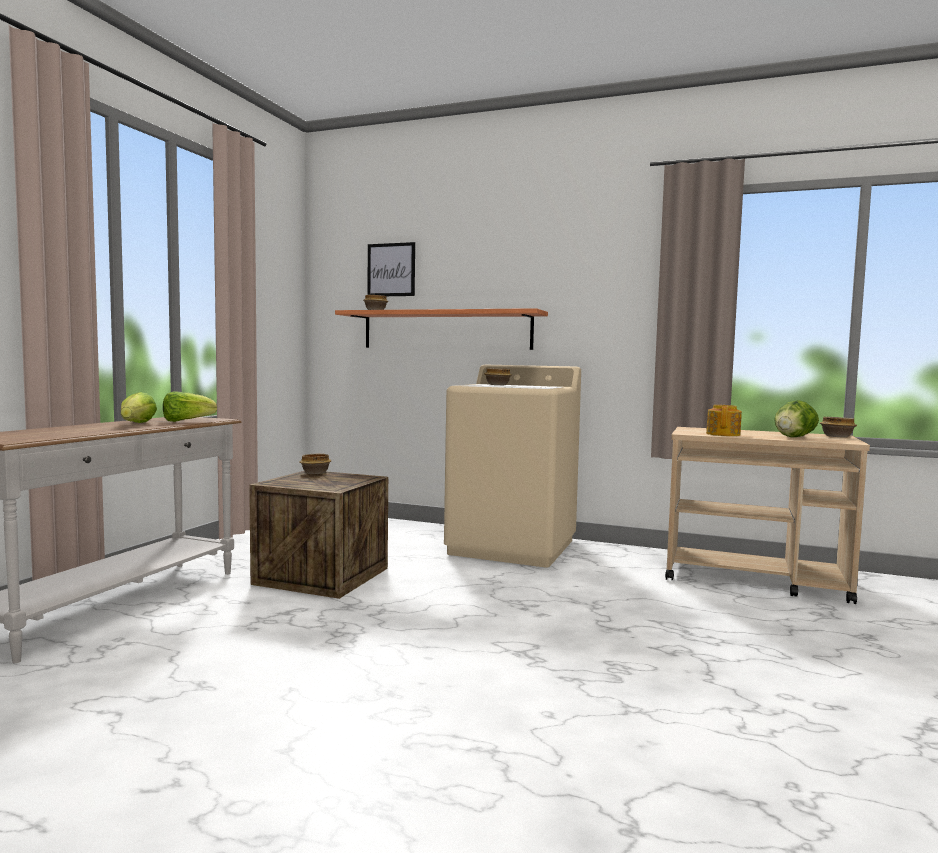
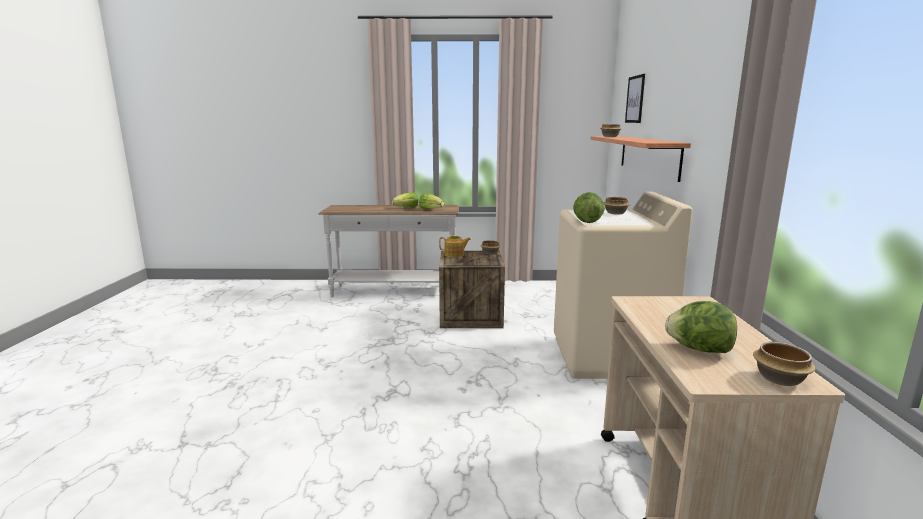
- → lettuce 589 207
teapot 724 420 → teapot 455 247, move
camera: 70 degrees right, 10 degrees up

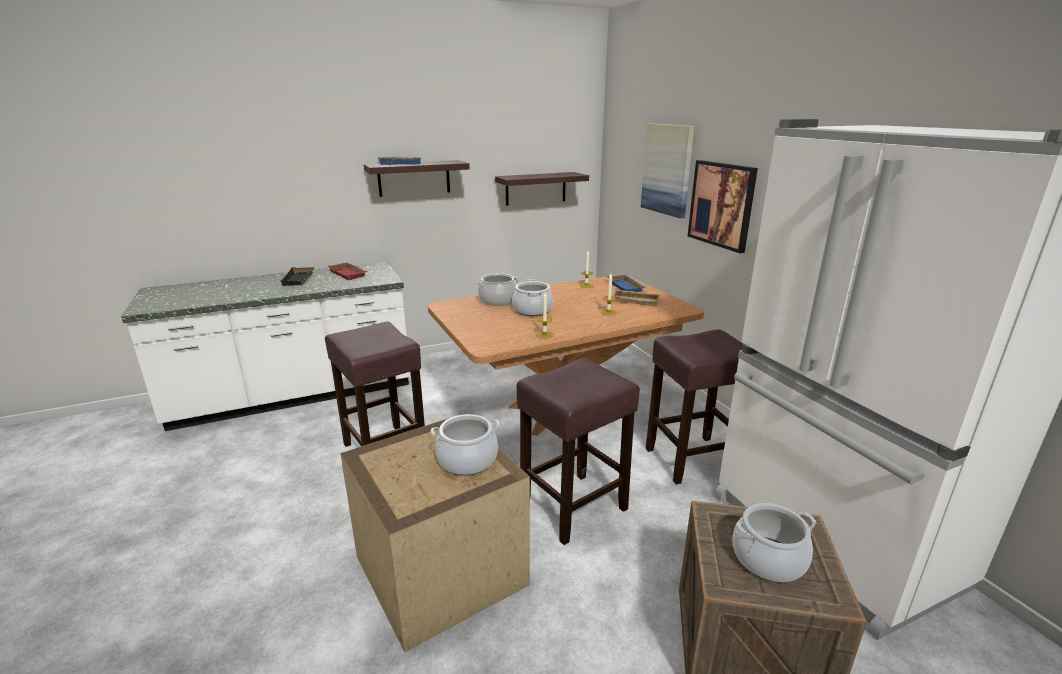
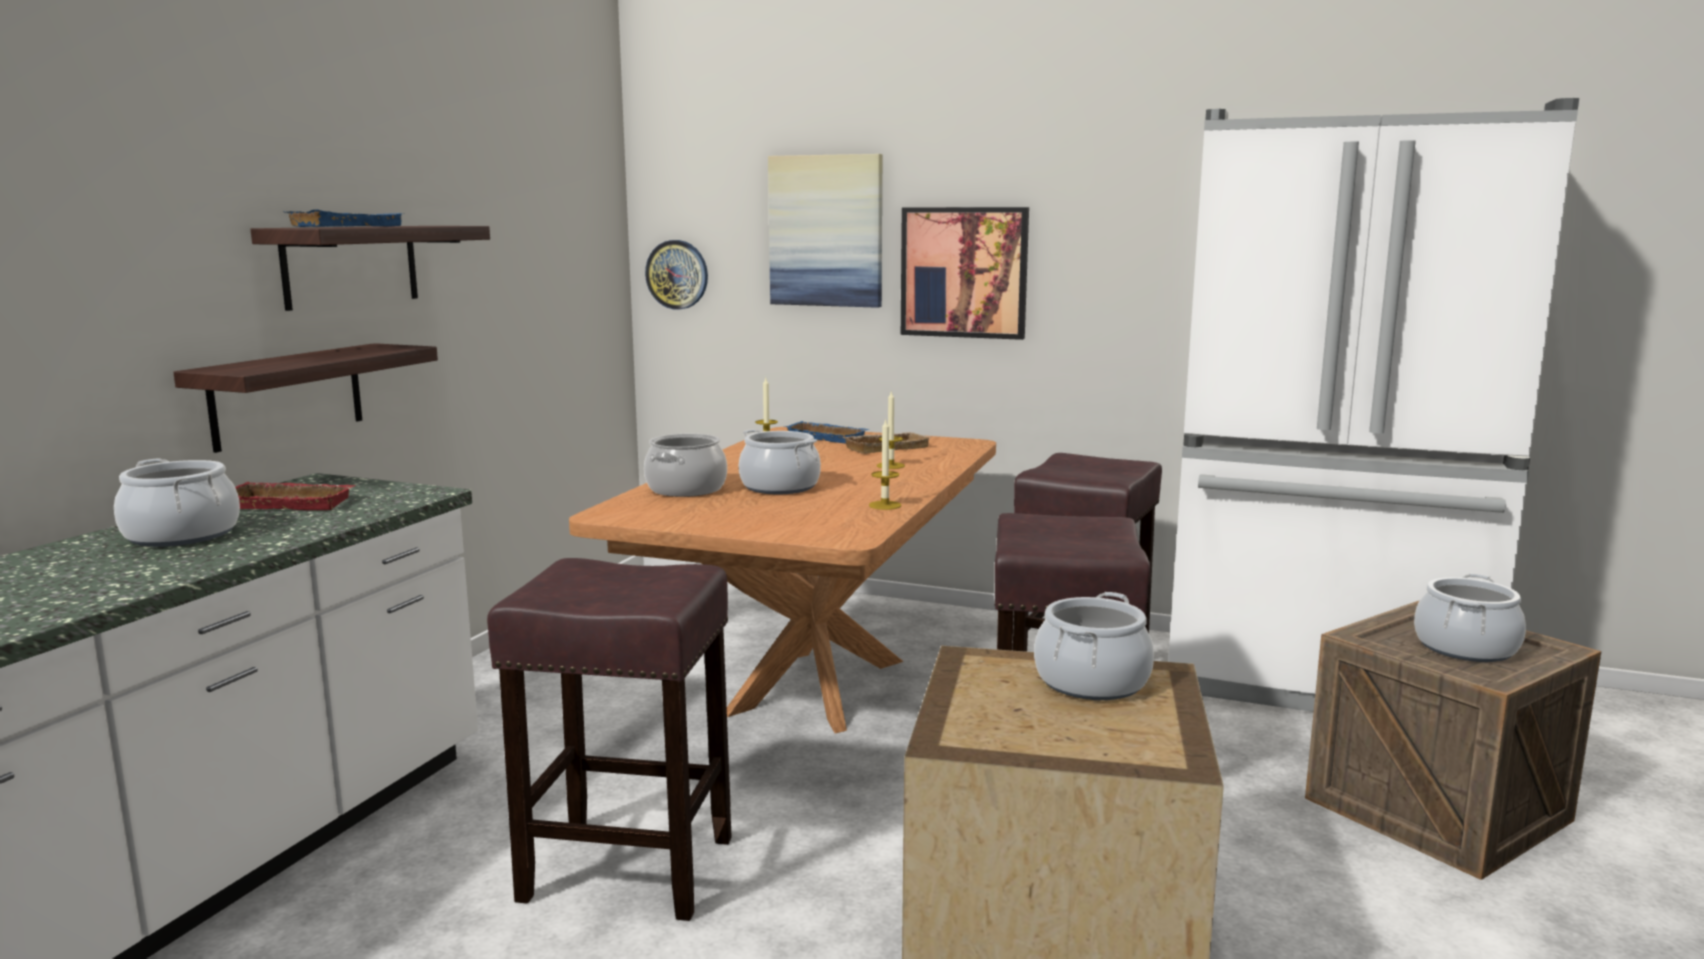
- → wall clock 676 275
shelf 542 189 → shelf 305 398, move
black tray 297 276 → cooking pot 177 502
camera: 45 degrees left, 10 degrees down

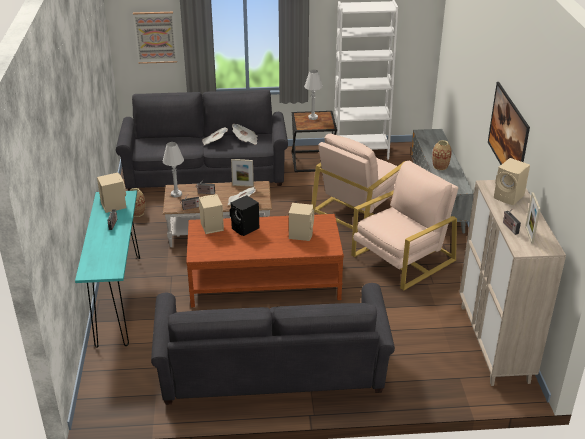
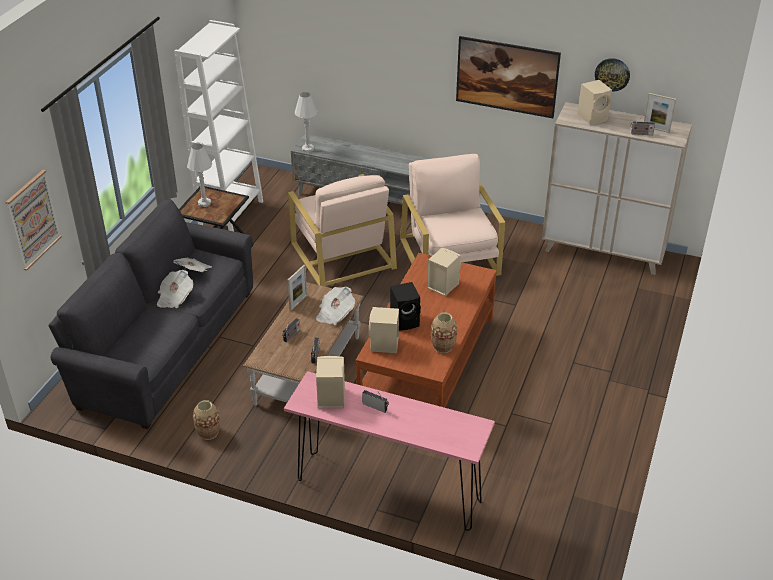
grey sofa 273 344 → -
- → wall clock 612 75
white table lamp 173 170 → white table lamp 306 122, move
vase 442 155 → vase 444 332, move
turquoise console table 107 269 → pink console table 389 451
camera: 65 degrees left, 5 degrees up

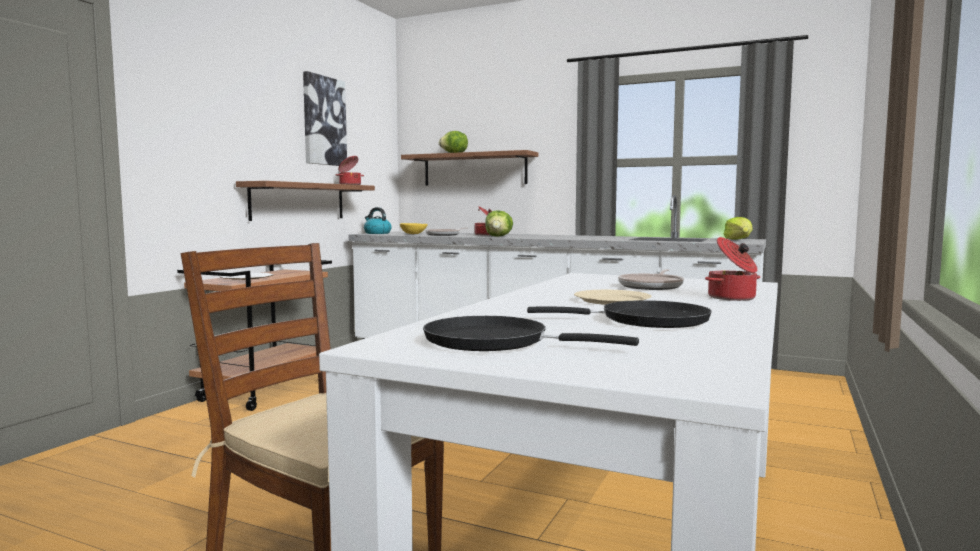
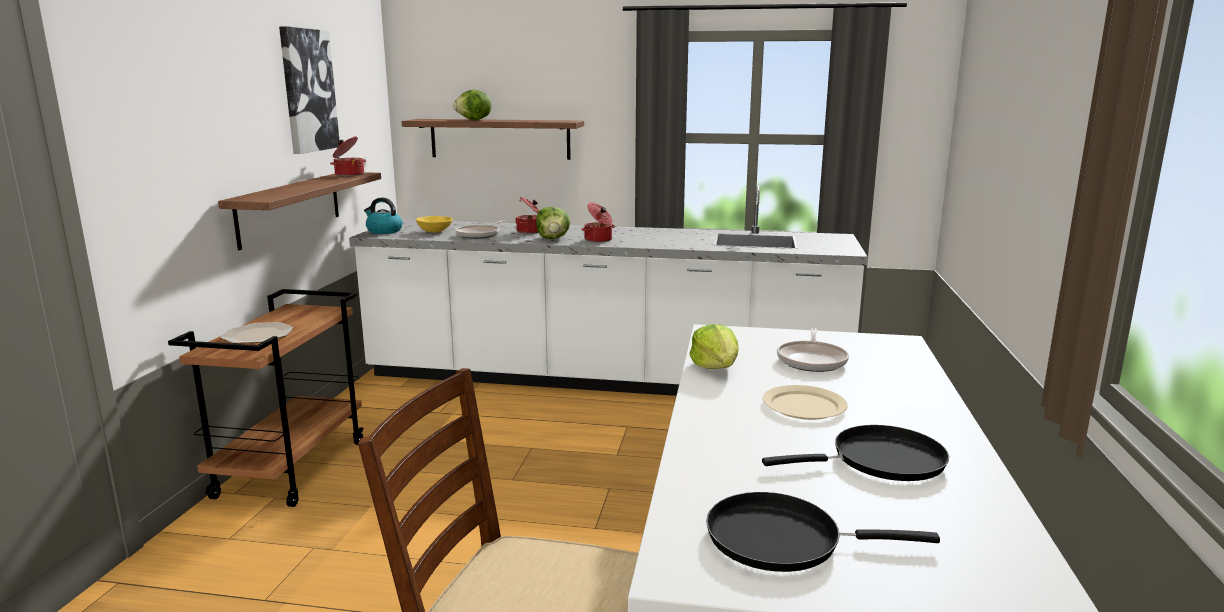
cooking pot 732 269 → cooking pot 598 222, move
lettuce 738 228 → lettuce 714 346, move
camera: 15 degrees left, 10 degrees up

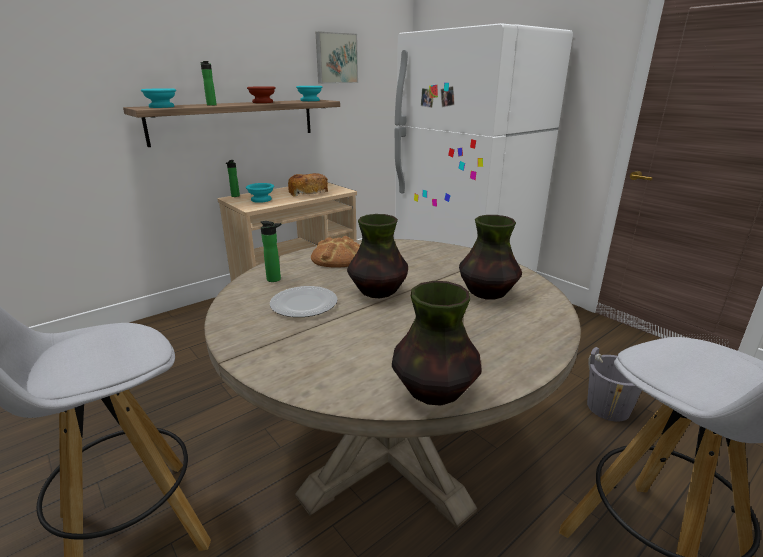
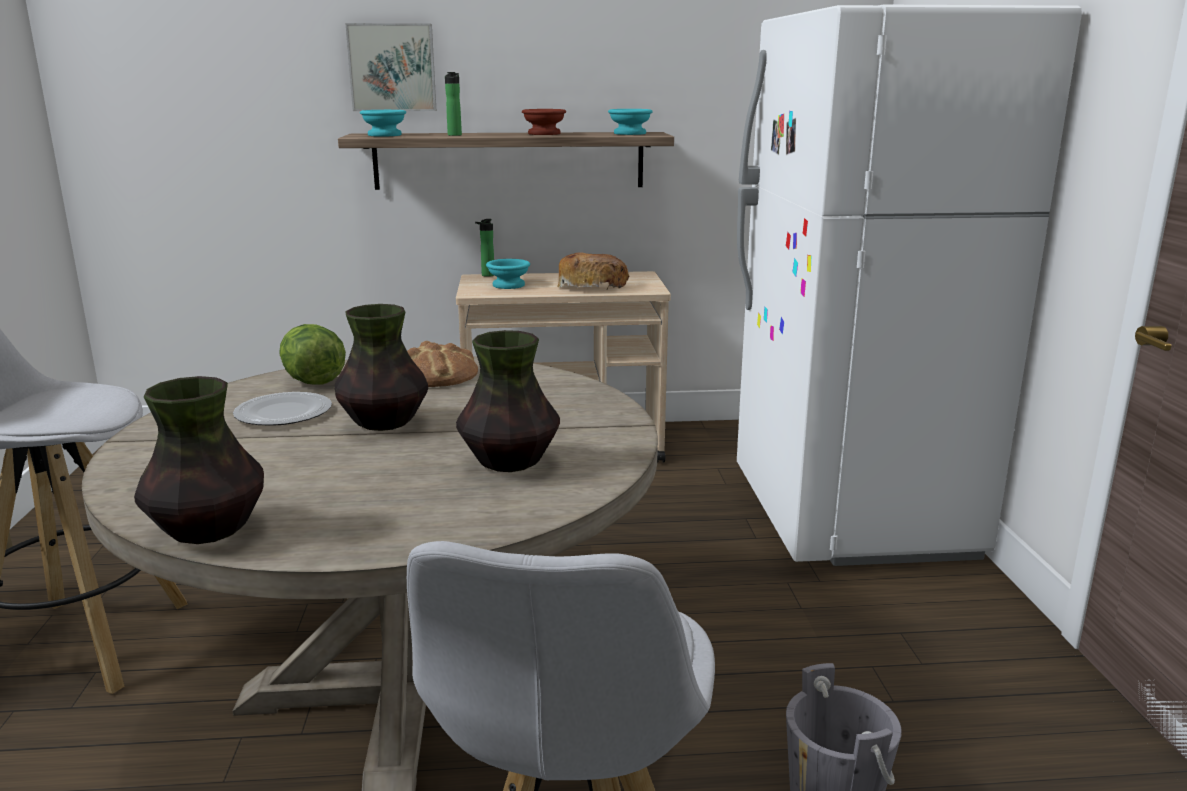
picture 337 57 → picture 391 67, move
bottle 271 251 → lettuce 312 354
camera: 35 degrees right, 5 degrees down

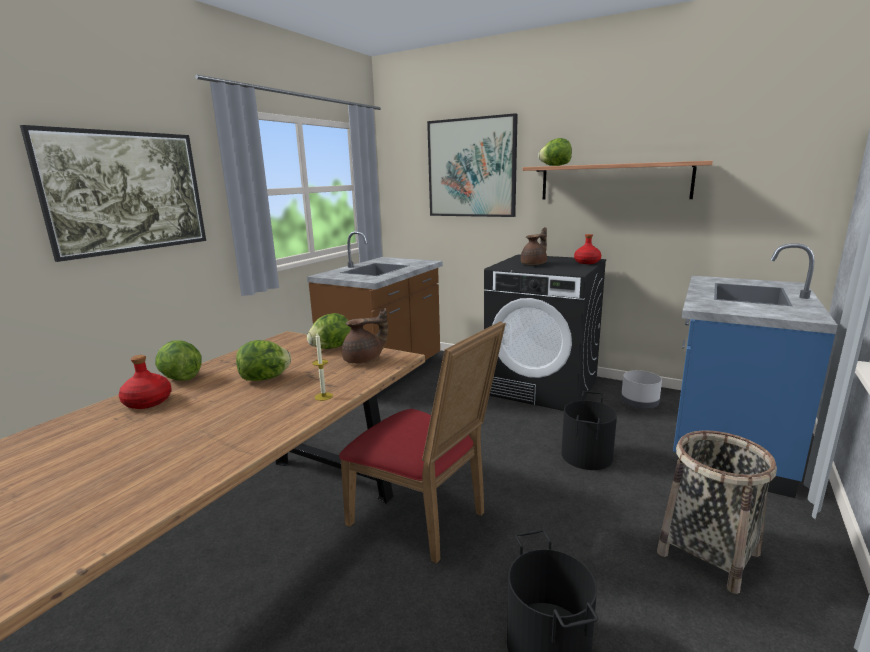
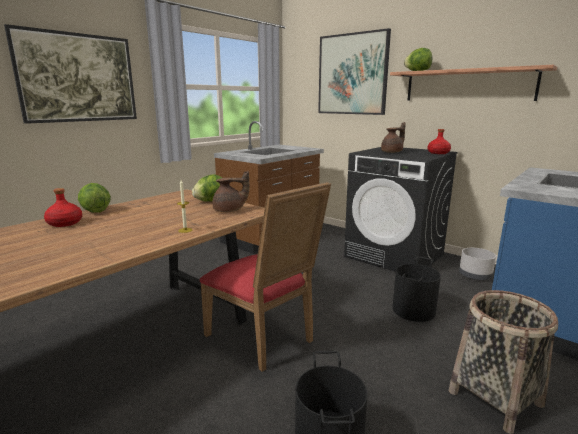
lettuce 263 360 → -
camera: 10 degrees right, 0 degrees up

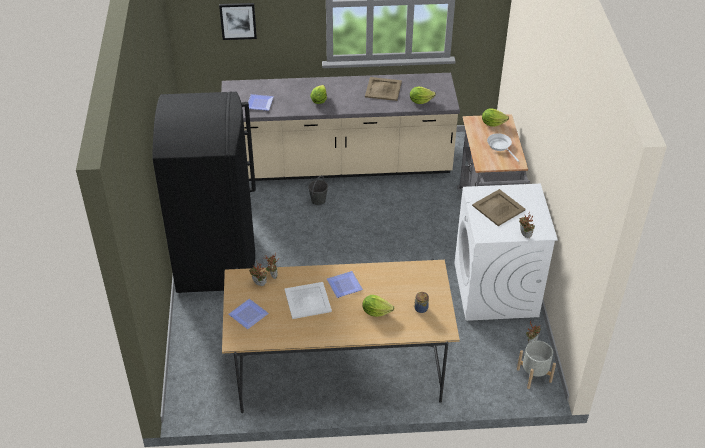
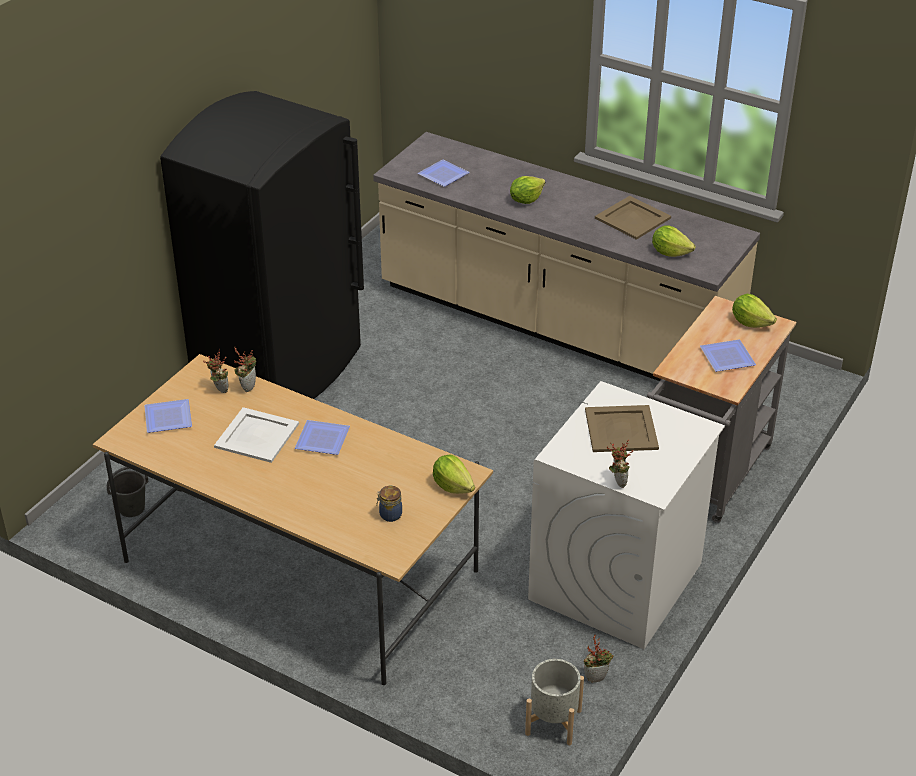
picture 238 21 → -
grey bucket 318 190 → grey bucket 127 492, move
lettuce 378 306 → lettuce 454 474, move
white frying pan 503 147 → plate 728 355
camera: 35 degrees right, 5 degrees down

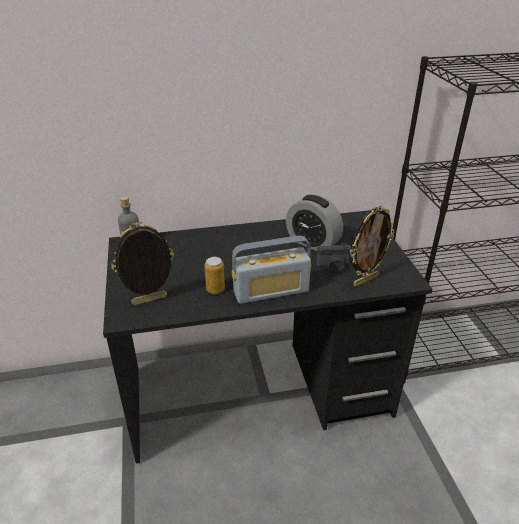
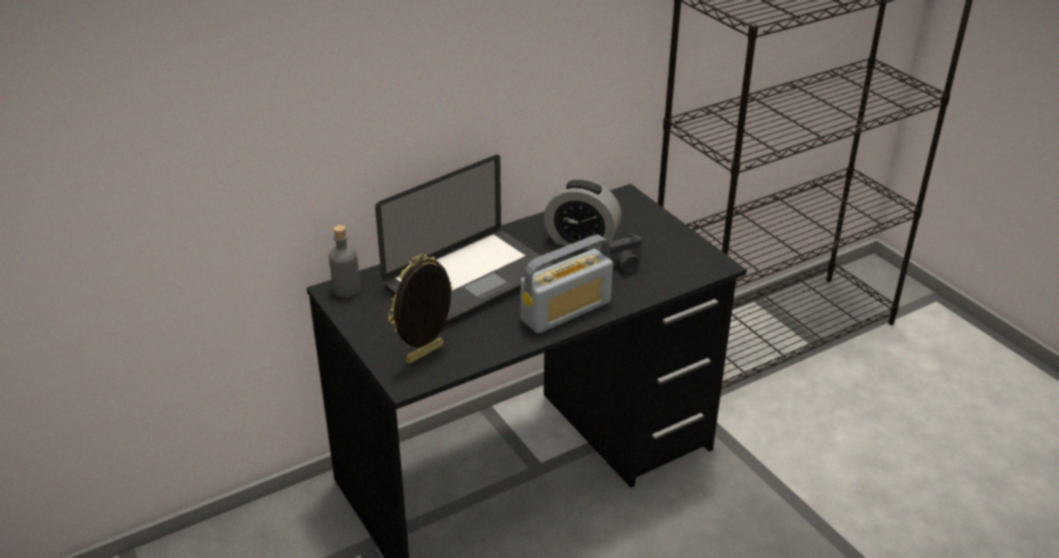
can 214 275 → -
picture frame 372 246 → -
- → laptop 464 241
camera: 20 degrees left, 0 degrees up

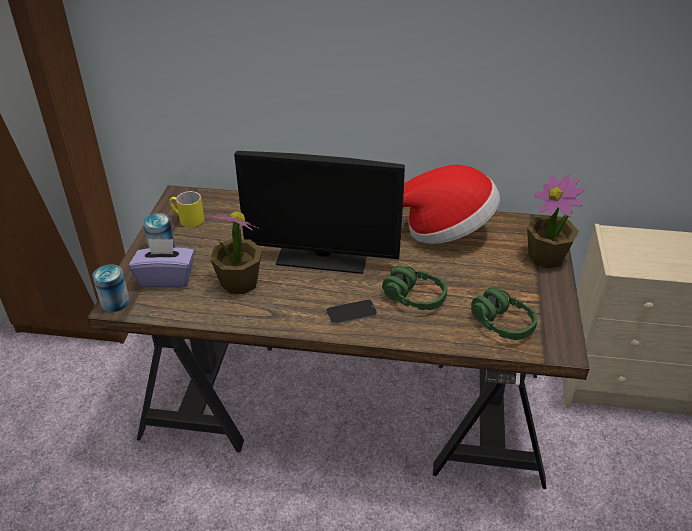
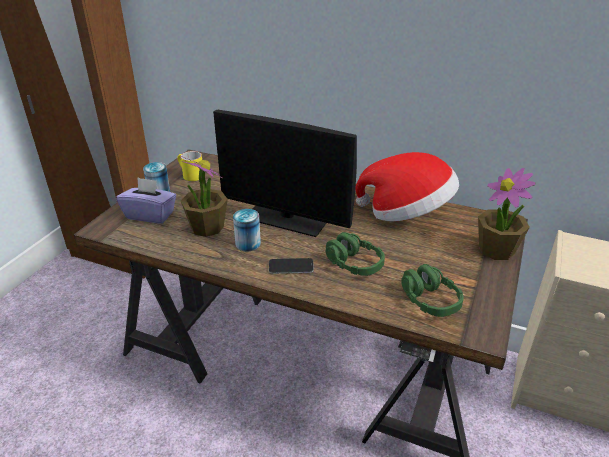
can 111 288 → can 247 230, move
camera: 15 degrees right, 5 degrees down

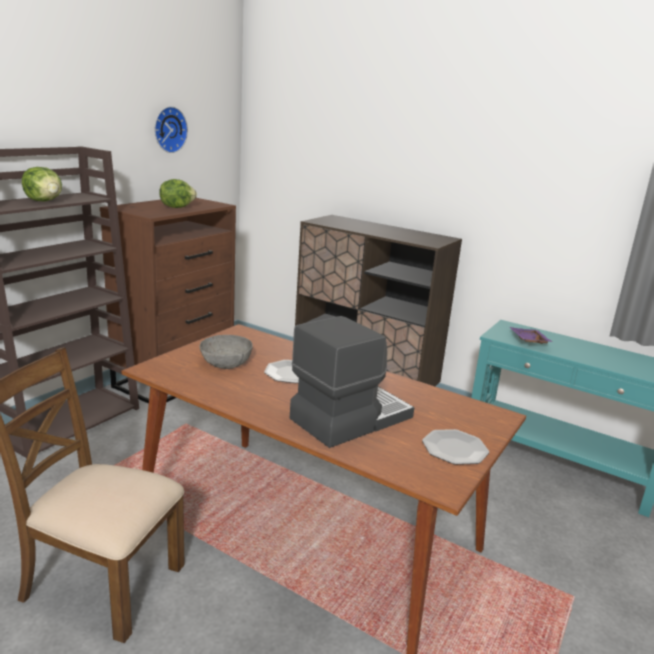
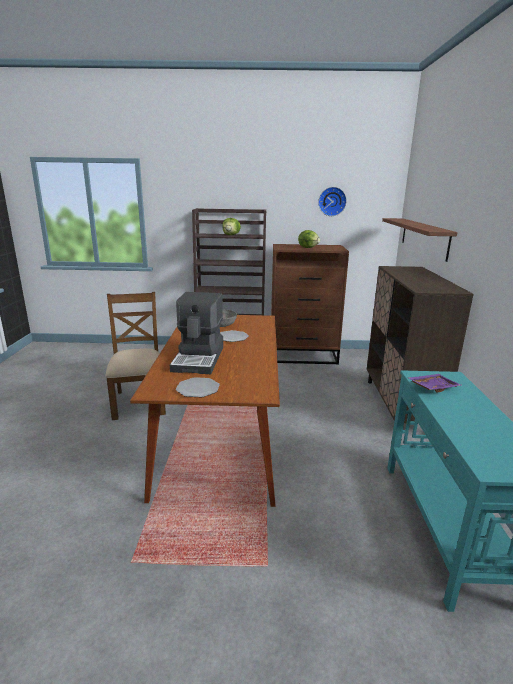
- → shelf 420 240
coffee machine 352 382 → coffee machine 196 333, 75 degrees clockwise
camera: 60 degrees right, 0 degrees up

